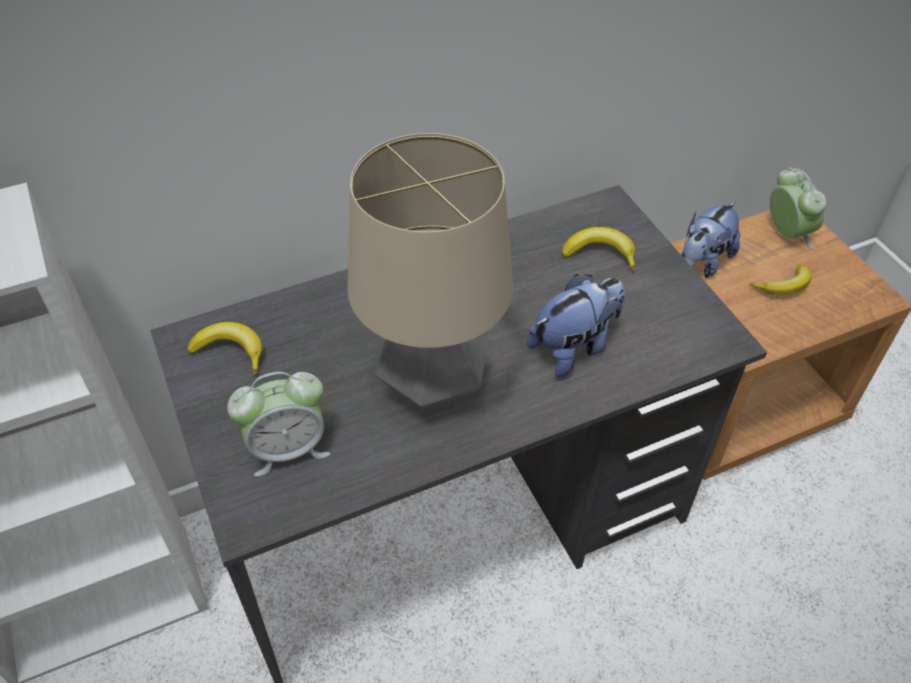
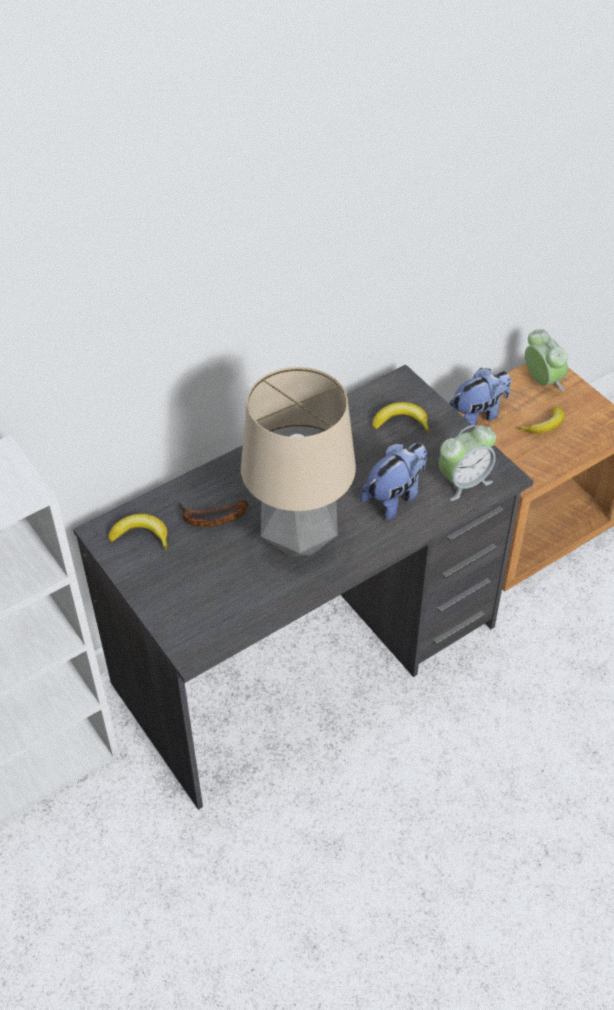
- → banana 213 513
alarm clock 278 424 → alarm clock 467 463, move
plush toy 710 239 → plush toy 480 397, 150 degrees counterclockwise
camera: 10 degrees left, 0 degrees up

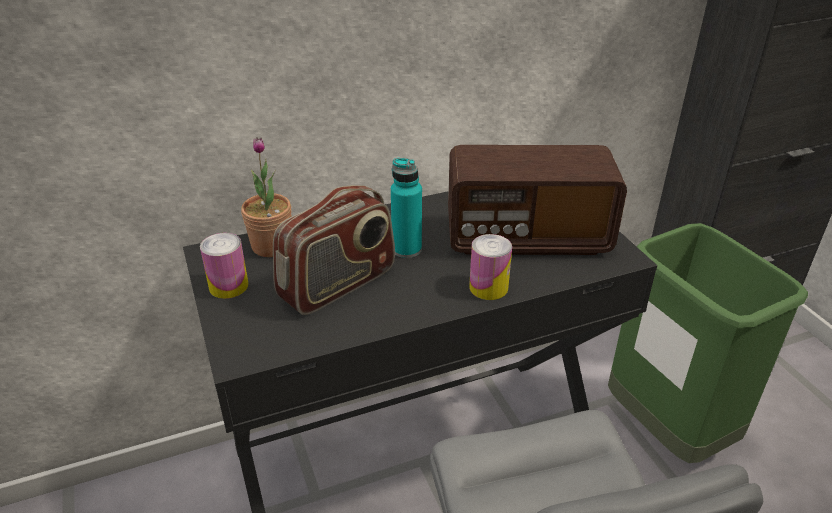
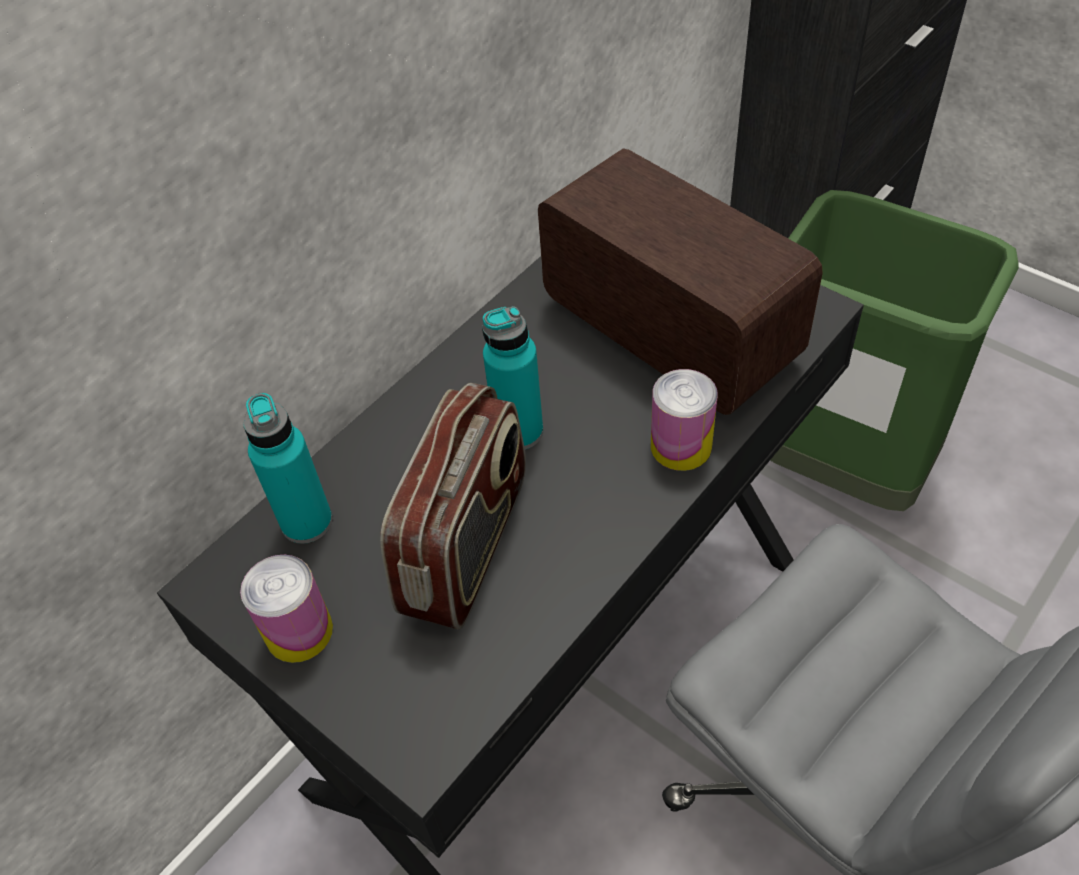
potted plant 266 197 → turquoise bottle 288 468
radio 537 200 → radio 680 281, 105 degrees counterclockwise
camera: 25 degrees left, 15 degrees up

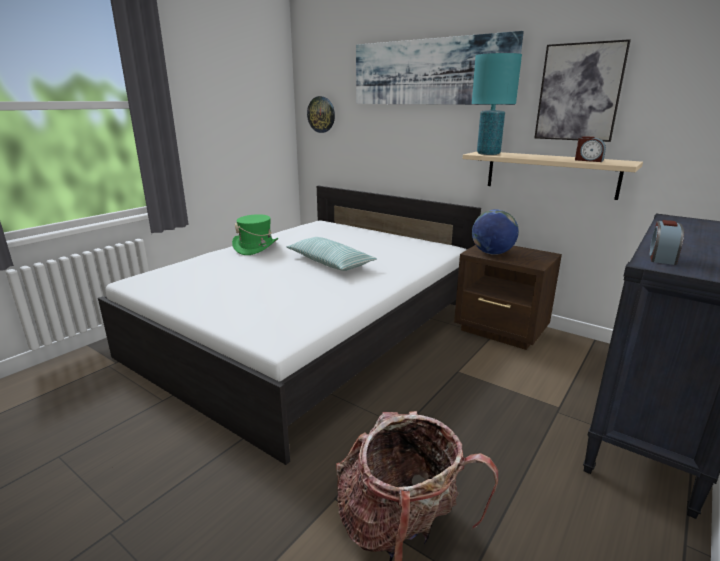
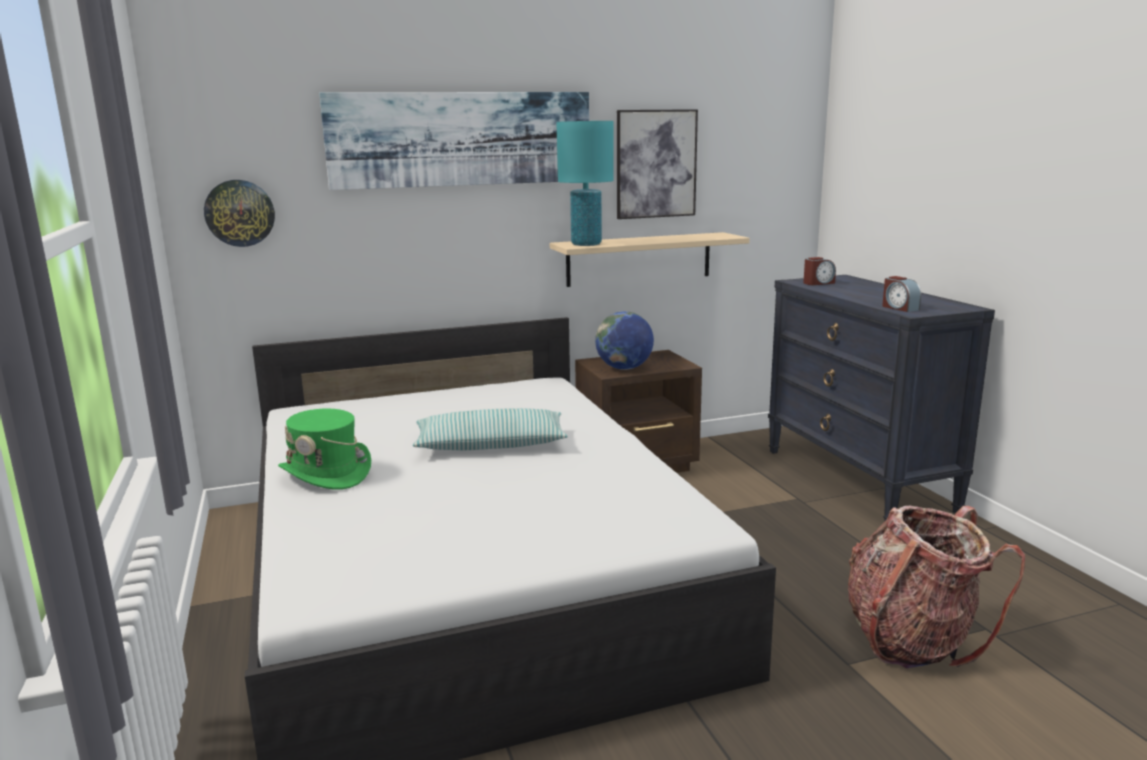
alarm clock 590 149 → alarm clock 819 271, move
camera: 55 degrees left, 5 degrees down

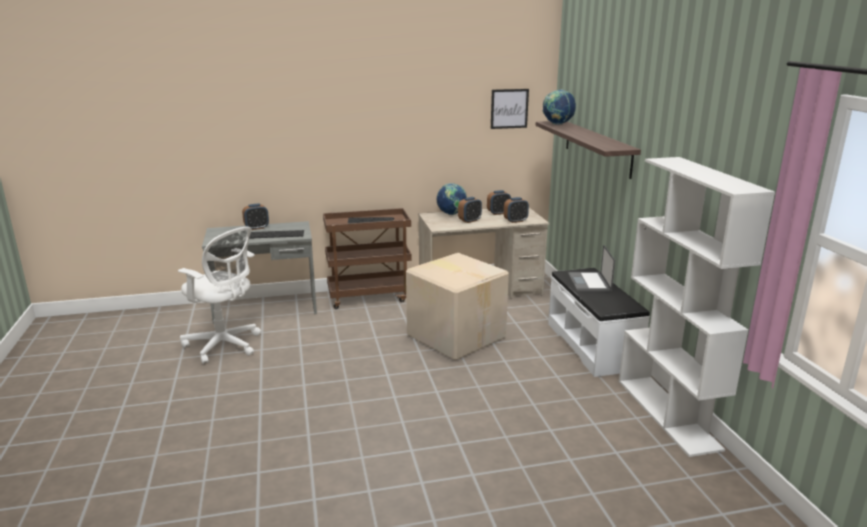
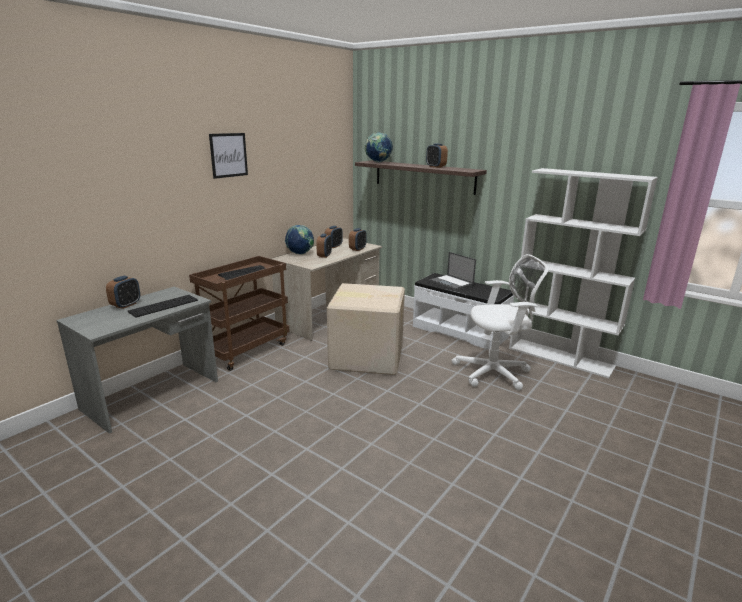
- → alarm clock 437 155
white office chair 219 295 → white office chair 500 322, move
picture 510 109 → picture 228 156, move
camera: 40 degrees left, 0 degrees up

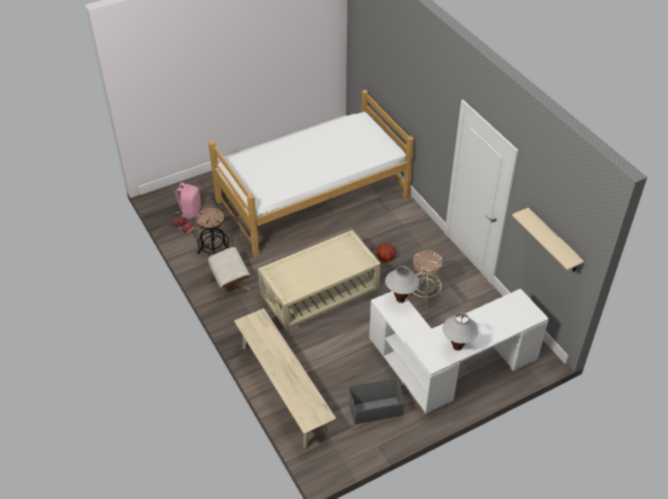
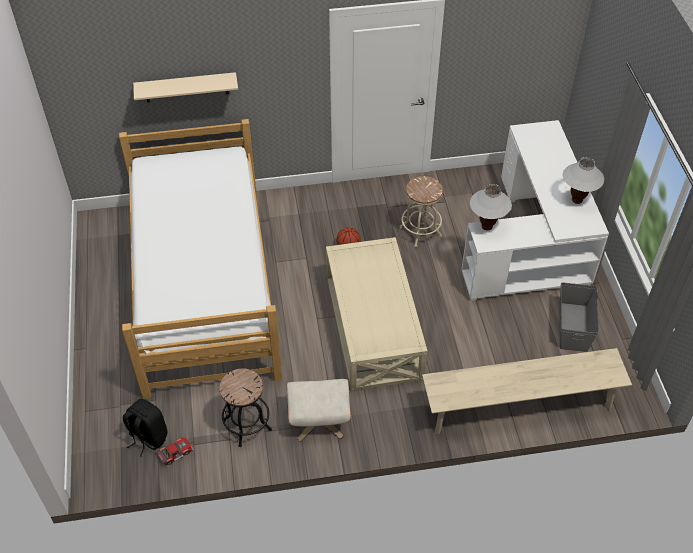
beige shelf 548 239 → beige shelf 185 87, move
pink backpack 188 200 → black backpack 145 428
camera: 70 degrees left, 5 degrees up

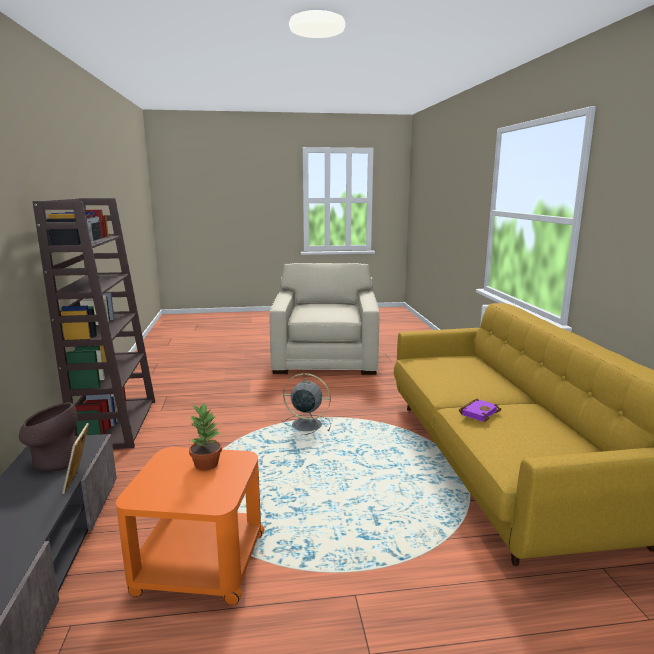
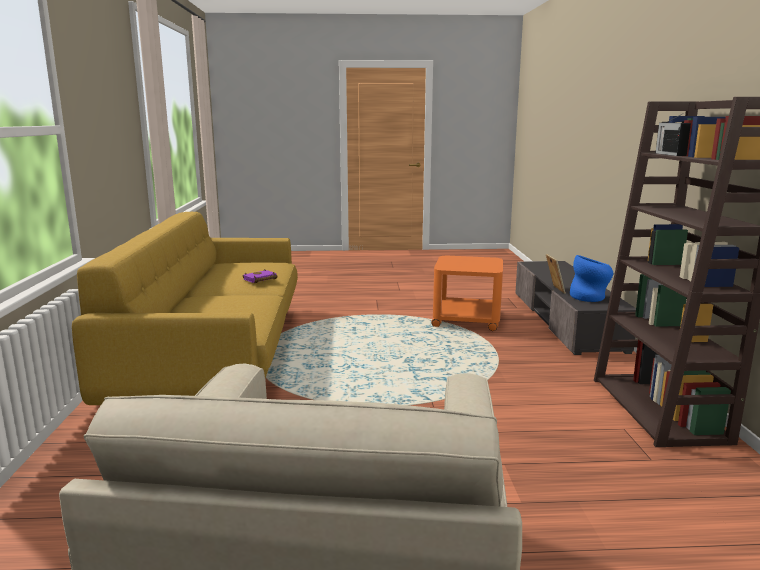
potted plant 205 436 → -
grey fan 307 404 → -
brown vase 48 437 → blue vase 591 278
camera: 175 degrees left, 0 degrees up

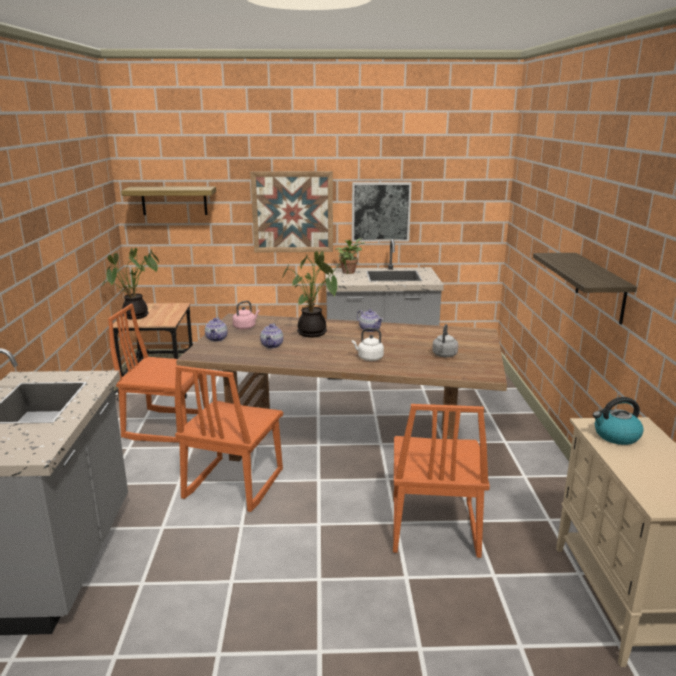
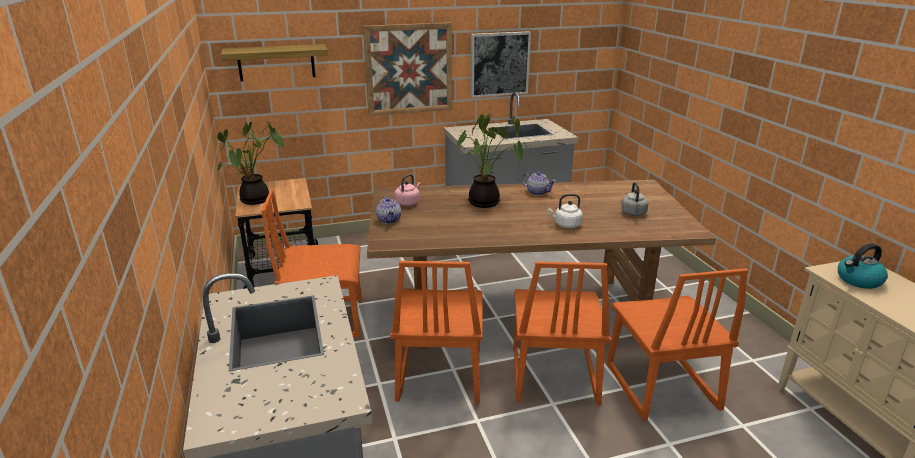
teapot 271 335 → -
potted plant 350 256 → -
shelf 585 288 → -
- → orange chair 562 333
camera: 15 degrees left, 5 degrees up

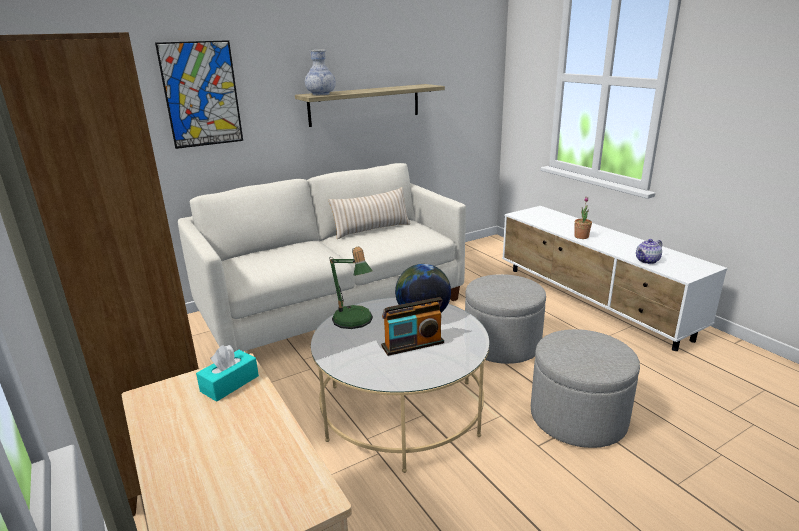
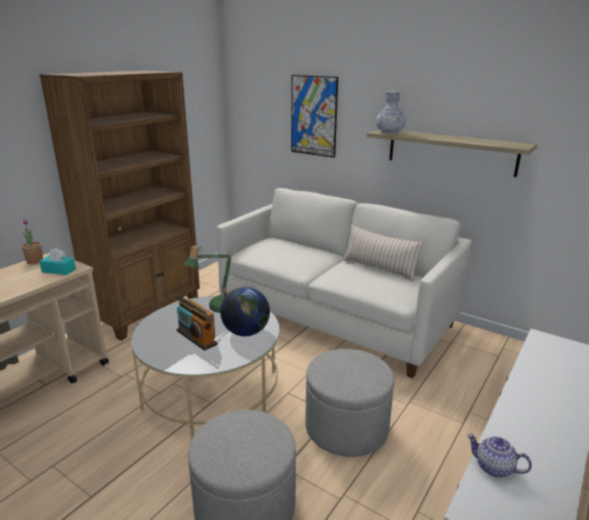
potted plant 583 218 → potted plant 32 241, move
camera: 65 degrees right, 0 degrees up

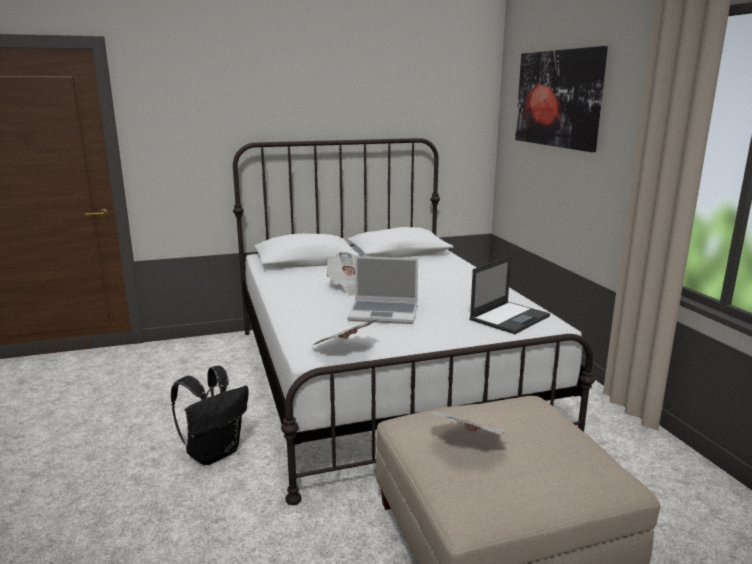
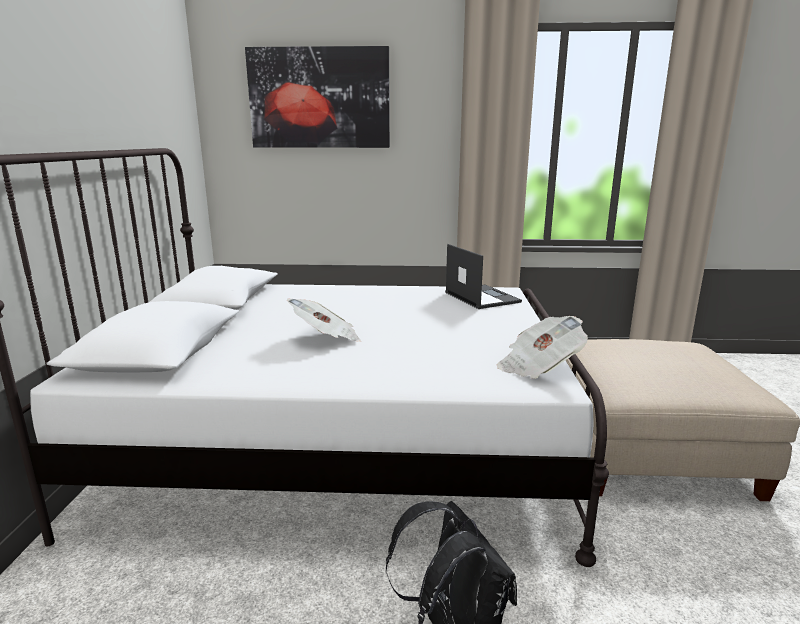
laptop 382 290 → -
newspaper 469 424 → -
camera: 70 degrees left, 0 degrees up

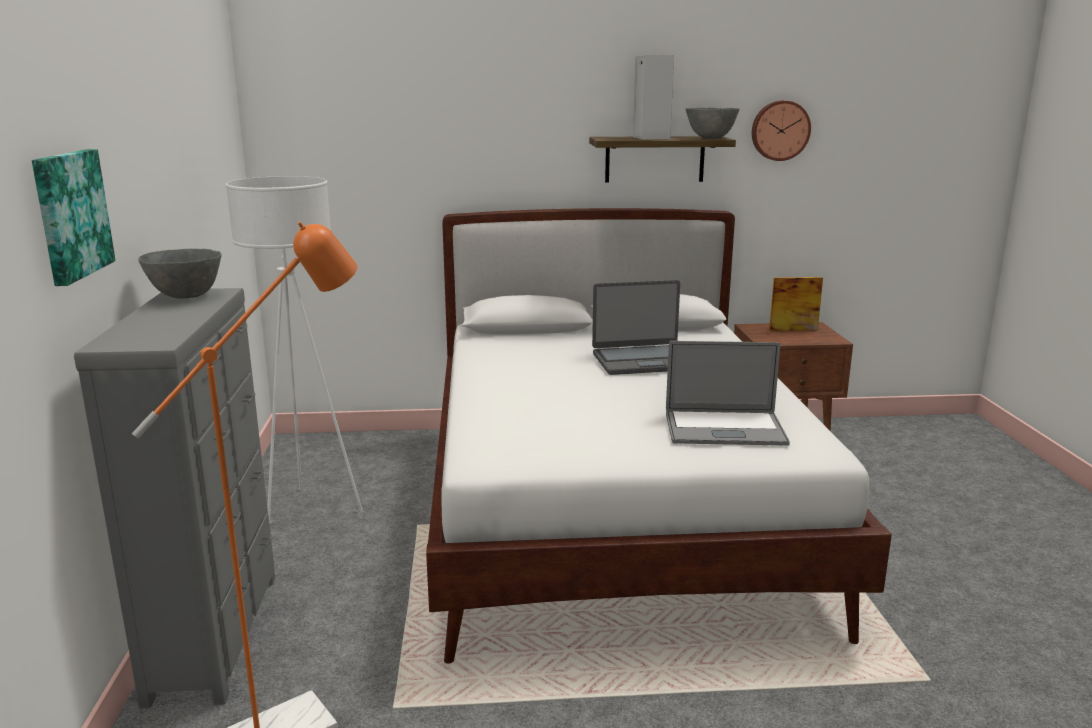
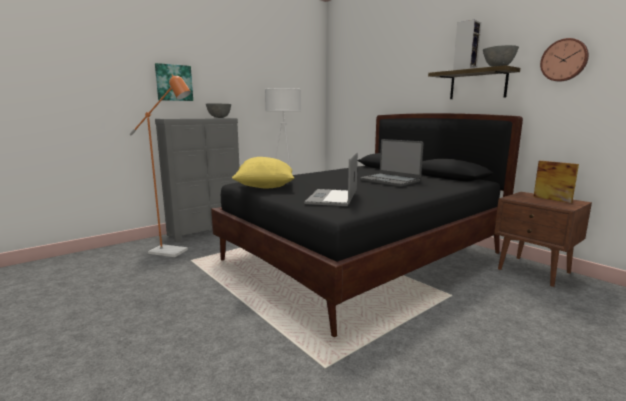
- → yellow pillow 263 172
white bed 659 436 → black bed 367 225
laptop 728 393 → laptop 331 179, 45 degrees clockwise
camera: 55 degrees right, 5 degrees down

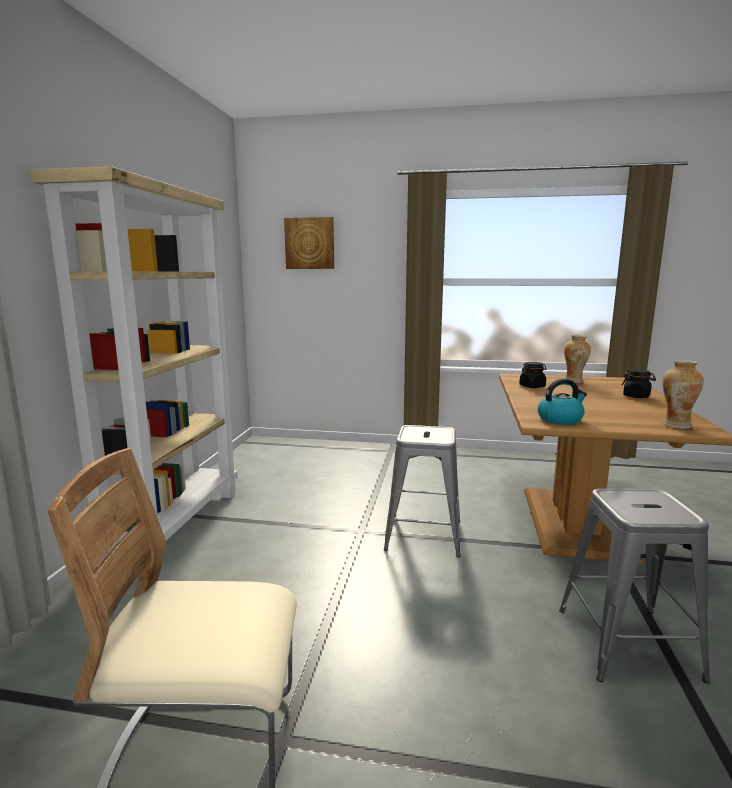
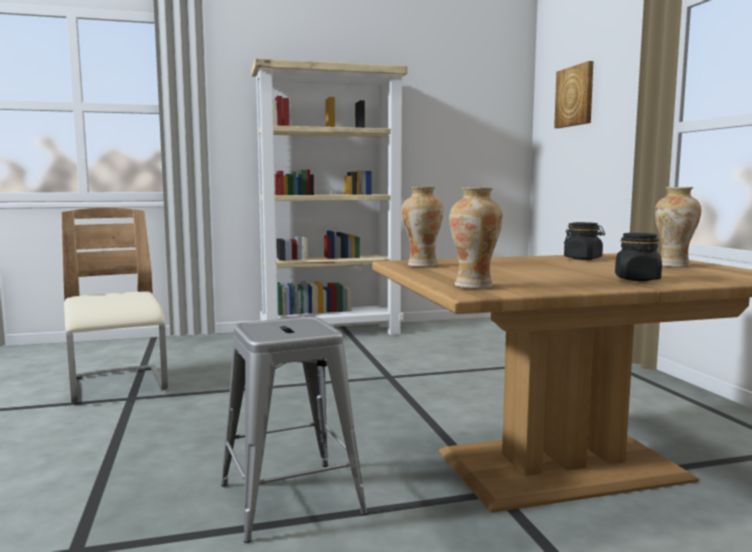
grey stool 422 491 → -
kettle 562 402 → vase 422 227
camera: 65 degrees right, 5 degrees down

